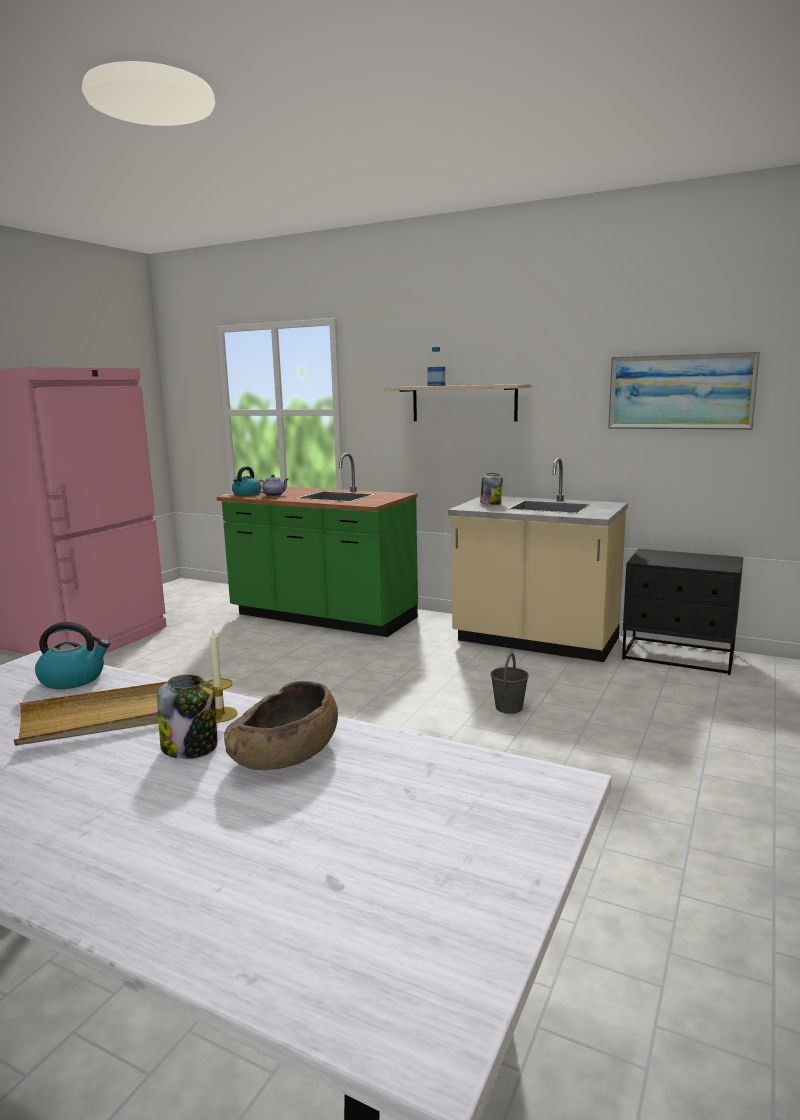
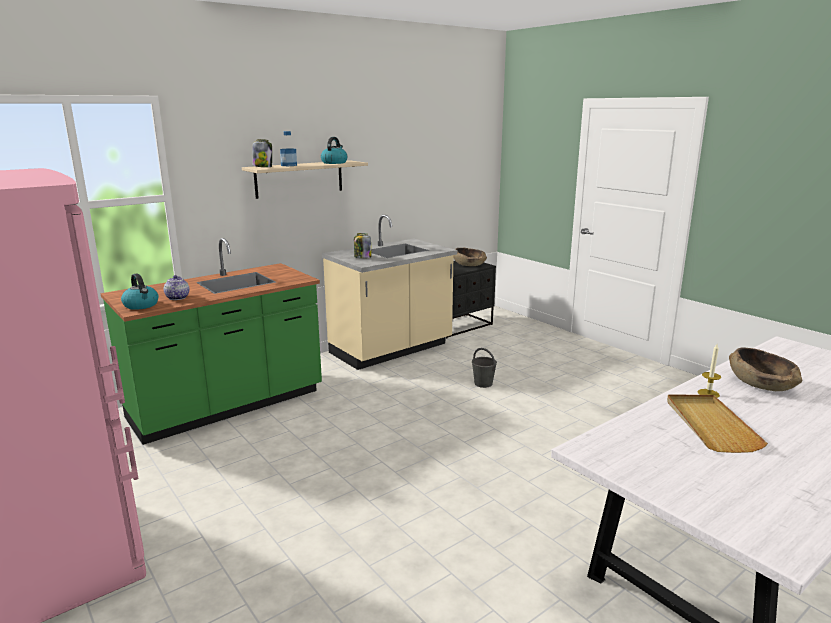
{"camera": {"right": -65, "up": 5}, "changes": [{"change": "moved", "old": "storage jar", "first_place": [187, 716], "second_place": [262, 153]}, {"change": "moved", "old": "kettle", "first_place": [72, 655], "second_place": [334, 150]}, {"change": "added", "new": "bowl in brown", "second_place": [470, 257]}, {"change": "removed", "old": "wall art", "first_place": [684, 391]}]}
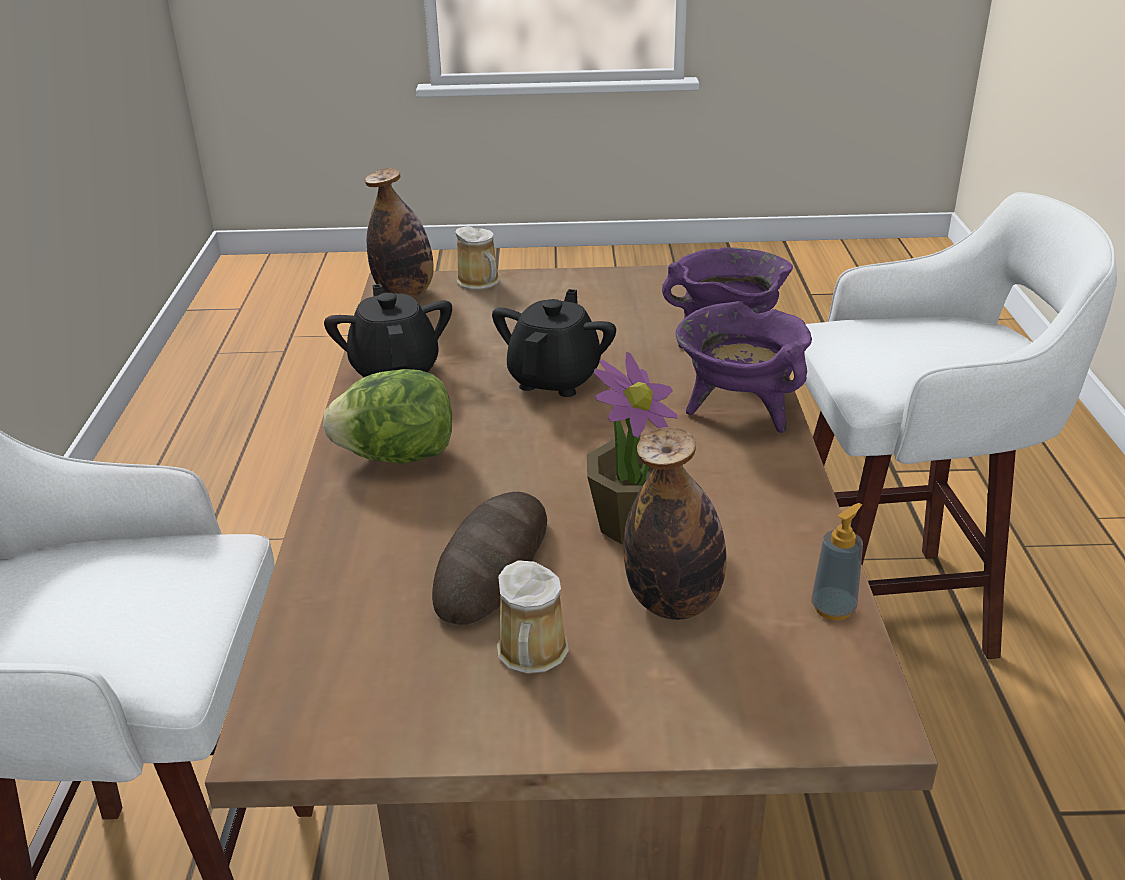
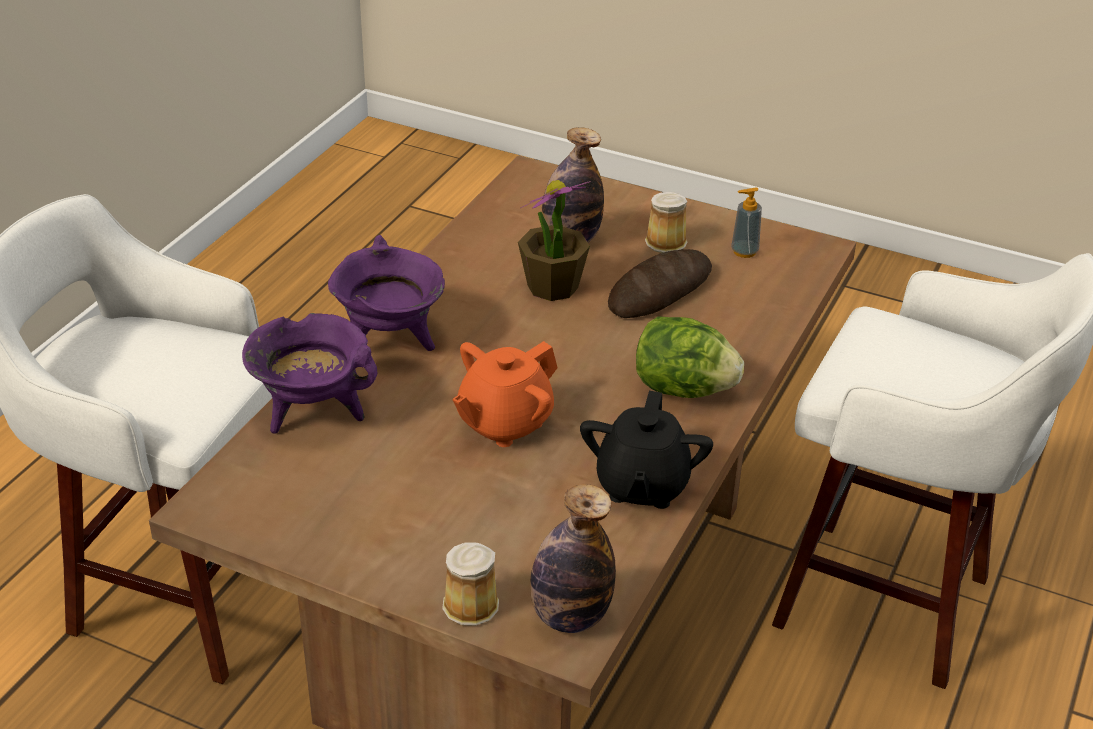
{"camera": {"right": -155, "up": 5}, "changes": [{"change": "recoloured", "old": "tea pot in blackish", "new": "tea pot in orangey", "first_place": [554, 343], "second_place": [505, 394]}, {"change": "moved", "old": "liquid soap bottle", "first_place": [837, 561], "second_place": [746, 222]}]}
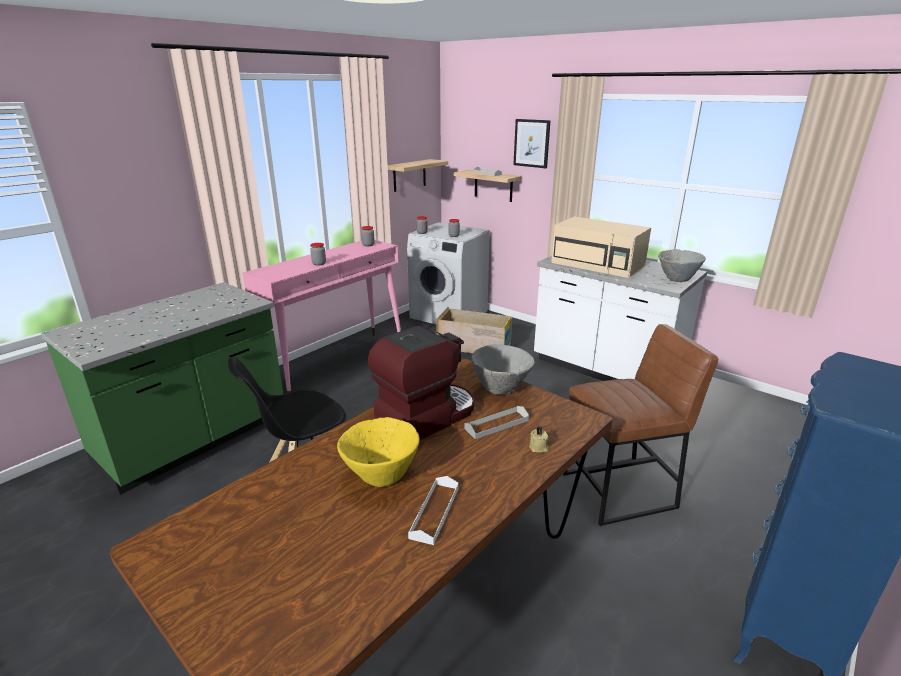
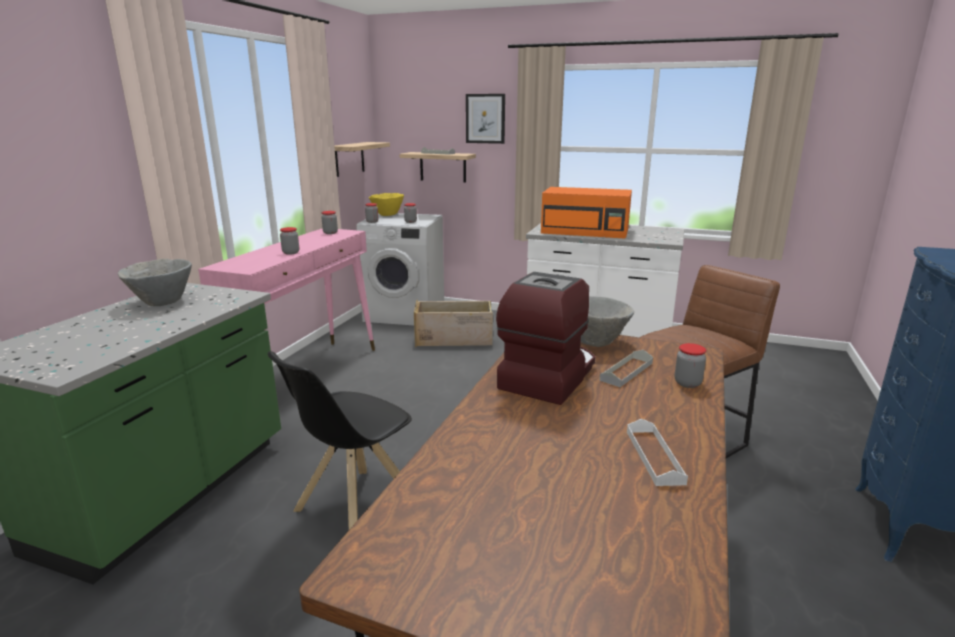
{"camera": {"right": -20, "up": -5}, "changes": [{"change": "moved", "old": "bowl in gray", "first_place": [682, 265], "second_place": [155, 282]}, {"change": "moved", "old": "bowl in yellow-coloured", "first_place": [378, 452], "second_place": [386, 204]}, {"change": "recoloured", "old": "kitchen microwave in beige-coloured", "new": "kitchen microwave in orangey", "first_place": [601, 247], "second_place": [586, 213]}, {"change": "replaced", "old": "candle in beige-coloured", "new": "storage jar", "first_place": [539, 439], "second_place": [690, 365]}]}
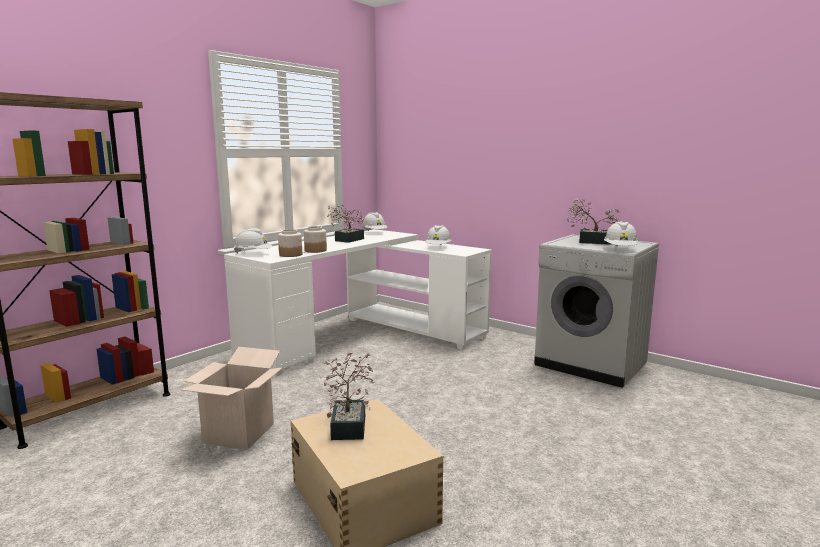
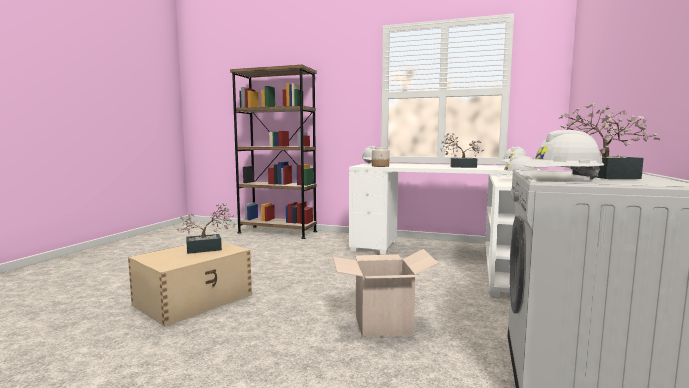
{"camera": {"right": 70, "up": -5}, "changes": [{"change": "moved", "old": "carton", "first_place": [231, 398], "second_place": [386, 293]}, {"change": "removed", "old": "storage jar", "first_place": [315, 239]}]}
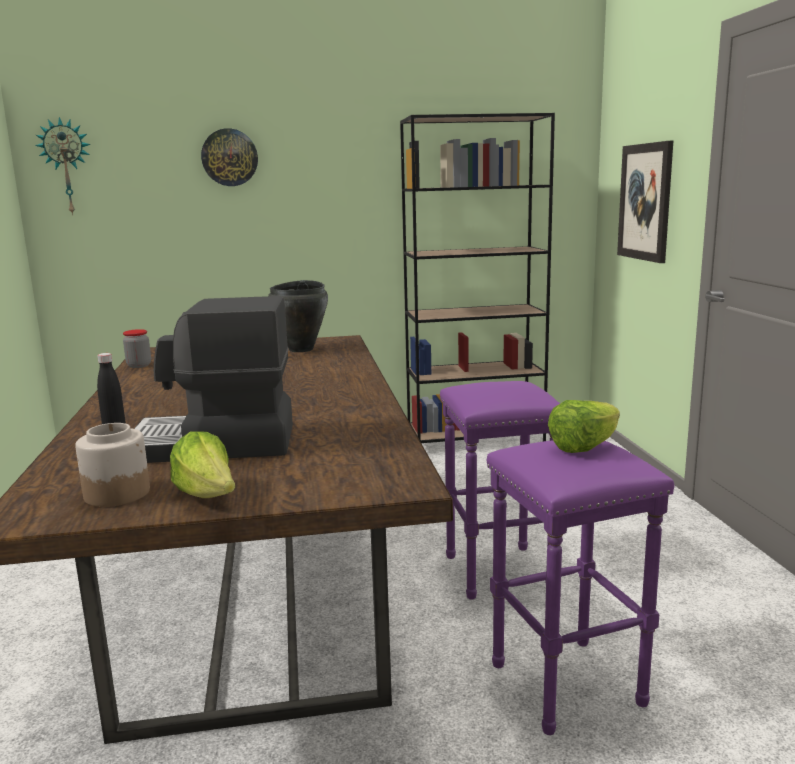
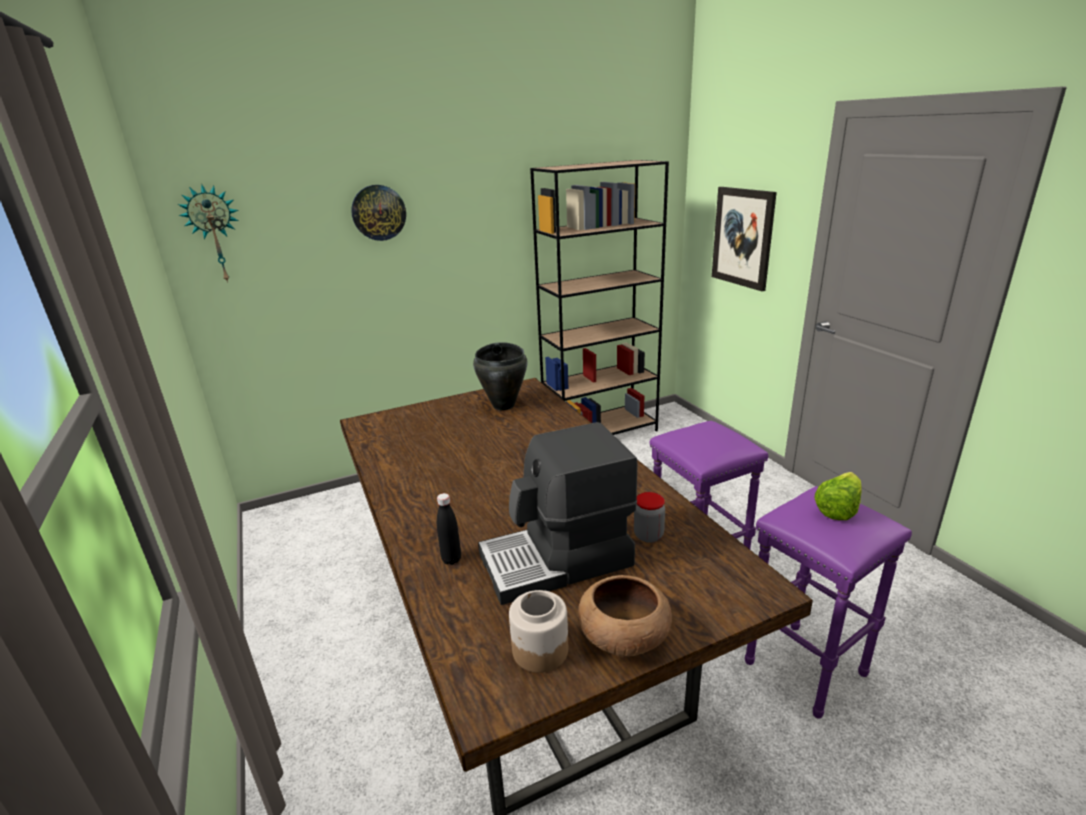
{"camera": {"right": -15, "up": 10}, "changes": [{"change": "replaced", "old": "lettuce", "new": "bowl in brown", "first_place": [202, 464], "second_place": [625, 616]}, {"change": "moved", "old": "storage jar", "first_place": [137, 348], "second_place": [649, 517]}]}
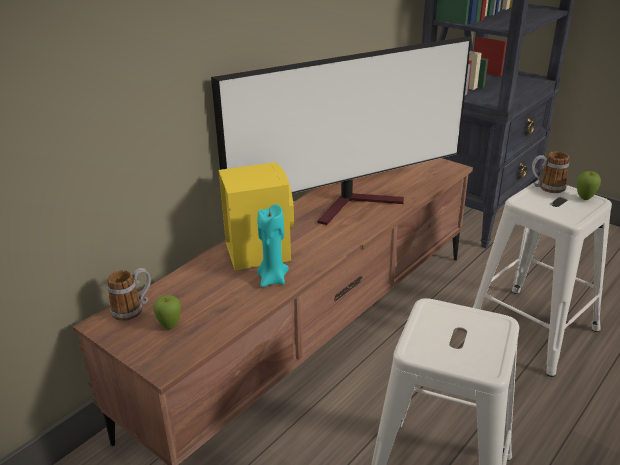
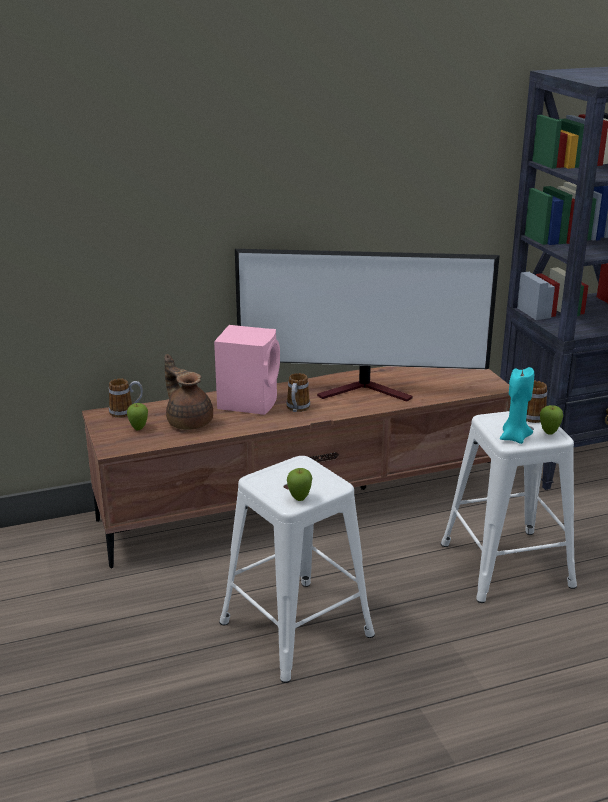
{"camera": {"right": 30, "up": -5}, "changes": [{"change": "added", "new": "tea pot in brown", "second_place": [189, 392]}, {"change": "recoloured", "old": "speaker in yellow-coloured", "new": "speaker in pinkish", "first_place": [256, 216], "second_place": [247, 370]}, {"change": "added", "new": "mug", "second_place": [298, 392]}, {"change": "added", "new": "whole apple", "second_place": [299, 484]}, {"change": "moved", "old": "candle in blue-green", "first_place": [273, 245], "second_place": [517, 405]}]}
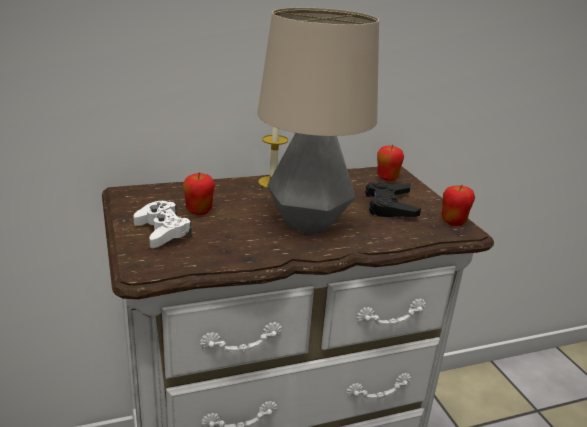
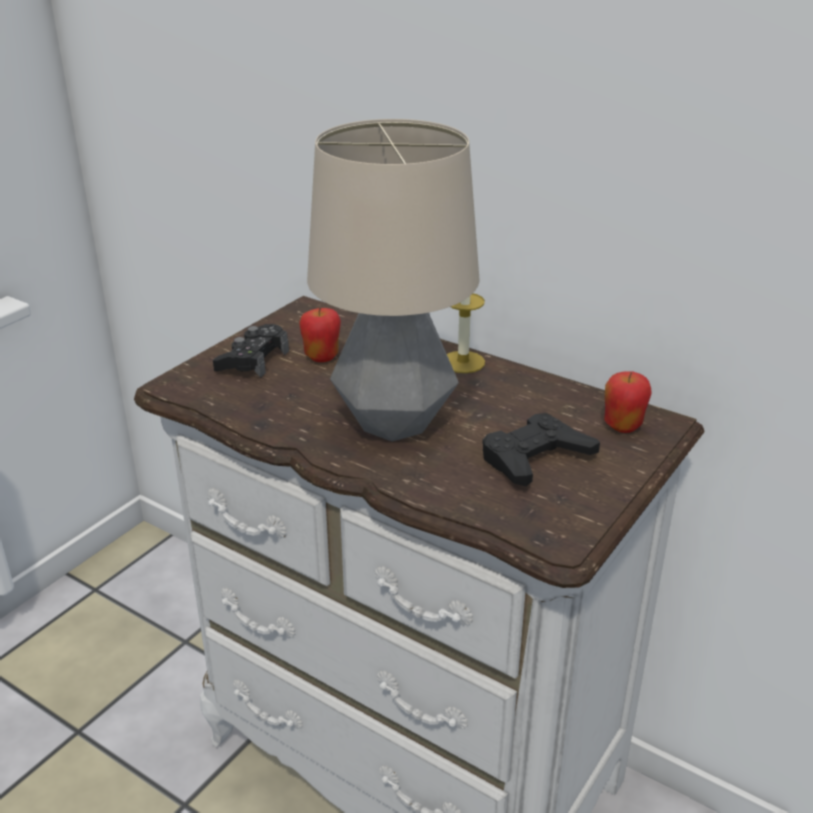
{"camera": {"right": 55, "up": 5}, "changes": [{"change": "recoloured", "old": "joypad in white", "new": "joypad in blackish", "first_place": [162, 224], "second_place": [251, 351]}, {"change": "removed", "old": "whole apple", "first_place": [458, 205]}]}
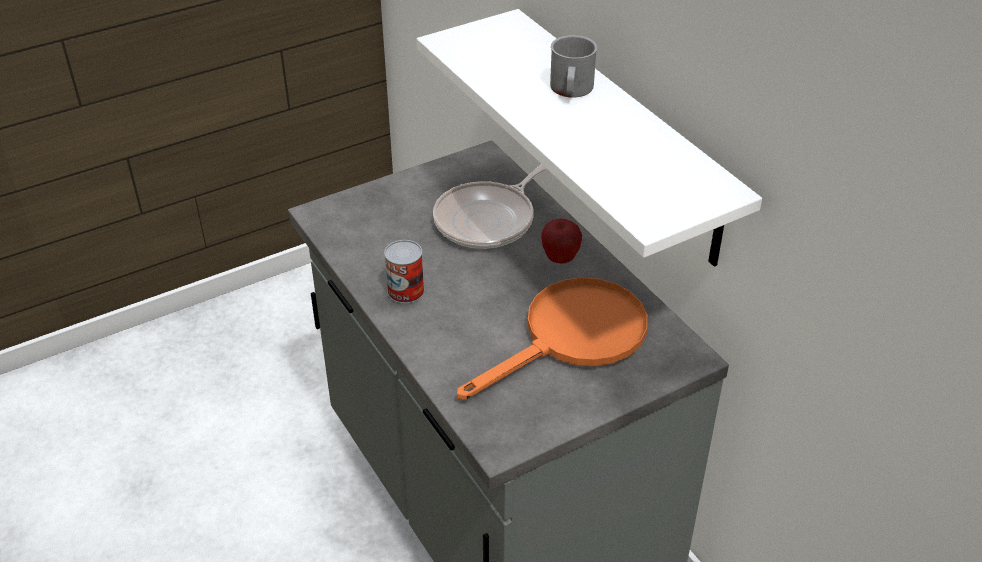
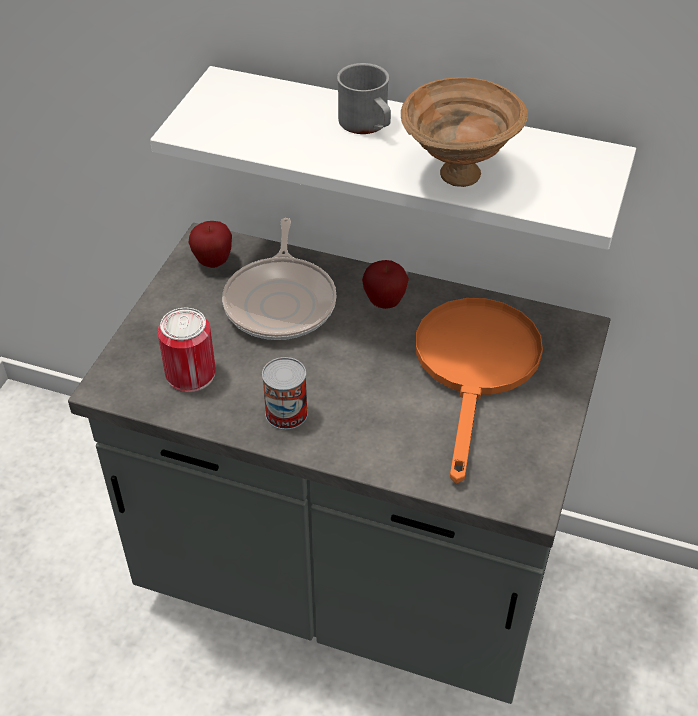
{"camera": {"right": -40, "up": 5}, "changes": [{"change": "added", "new": "can", "second_place": [186, 350]}, {"change": "added", "new": "whole apple", "second_place": [210, 244]}, {"change": "added", "new": "bowl in brown", "second_place": [464, 132]}]}
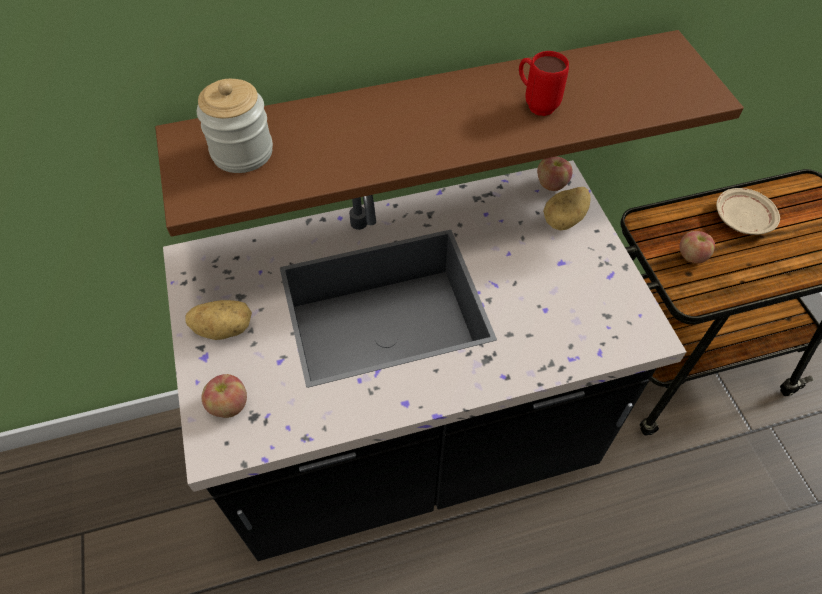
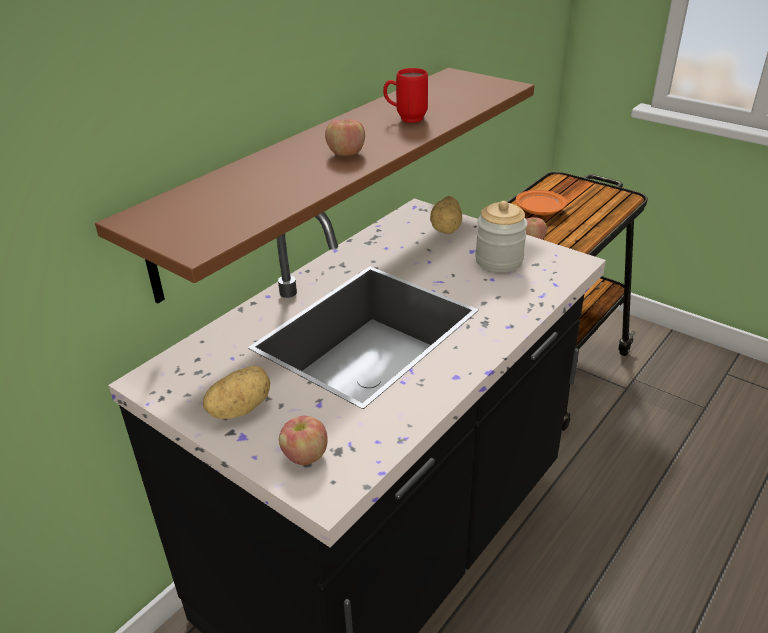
{"camera": {"right": -35, "up": -20}, "changes": [{"change": "moved", "old": "whole apple", "first_place": [555, 173], "second_place": [345, 137]}, {"change": "moved", "old": "storage jar", "first_place": [235, 126], "second_place": [501, 236]}, {"change": "recoloured", "old": "flat dish in beige-coloured", "new": "flat dish in orangey", "first_place": [748, 211], "second_place": [541, 202]}]}
